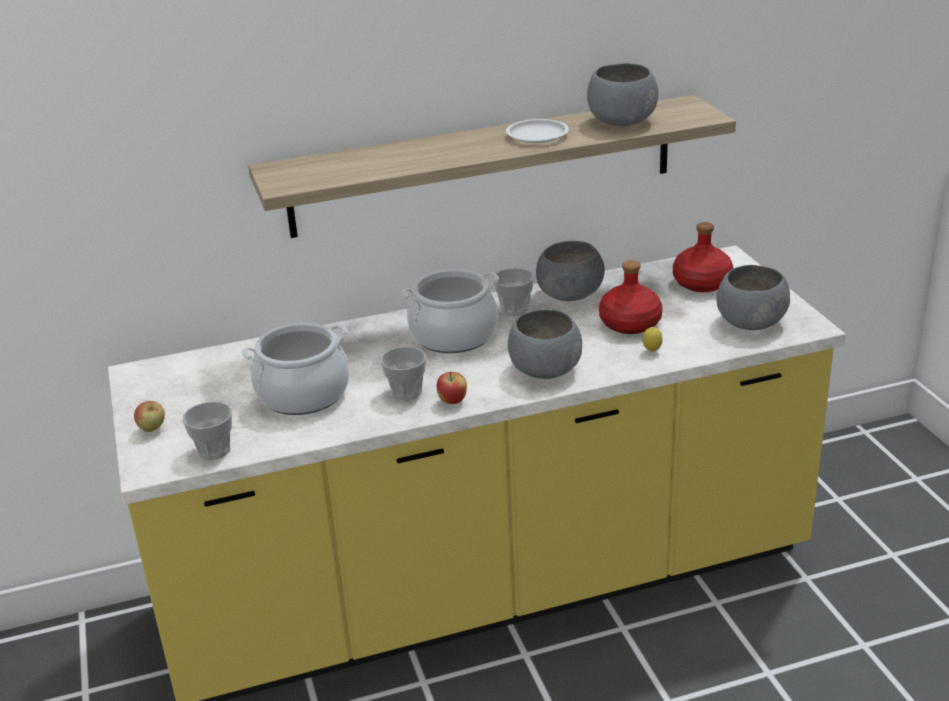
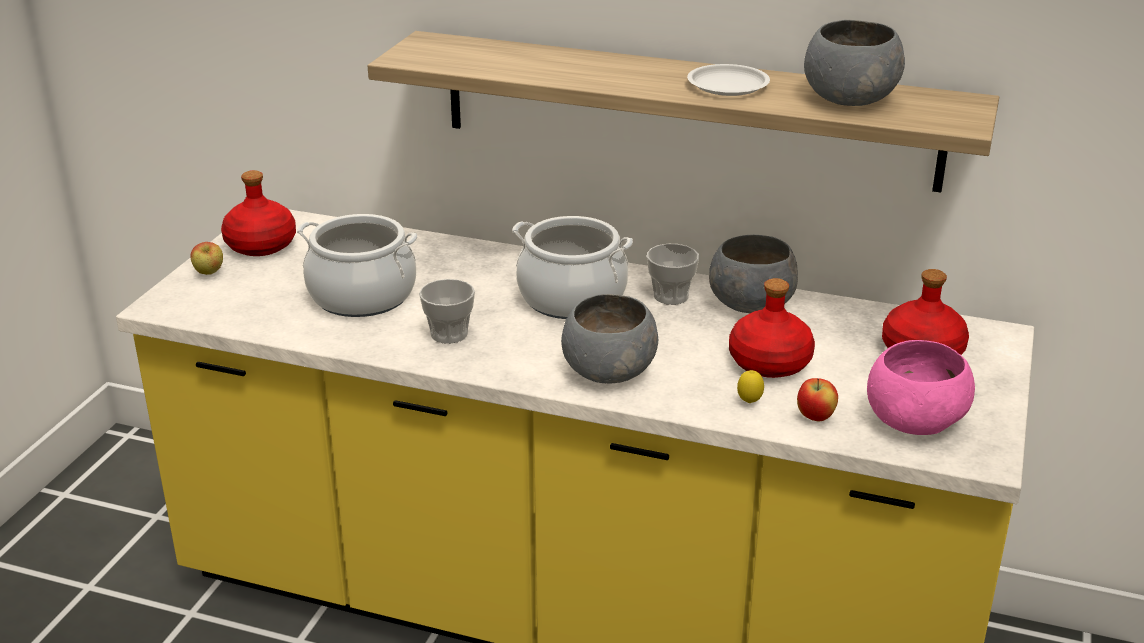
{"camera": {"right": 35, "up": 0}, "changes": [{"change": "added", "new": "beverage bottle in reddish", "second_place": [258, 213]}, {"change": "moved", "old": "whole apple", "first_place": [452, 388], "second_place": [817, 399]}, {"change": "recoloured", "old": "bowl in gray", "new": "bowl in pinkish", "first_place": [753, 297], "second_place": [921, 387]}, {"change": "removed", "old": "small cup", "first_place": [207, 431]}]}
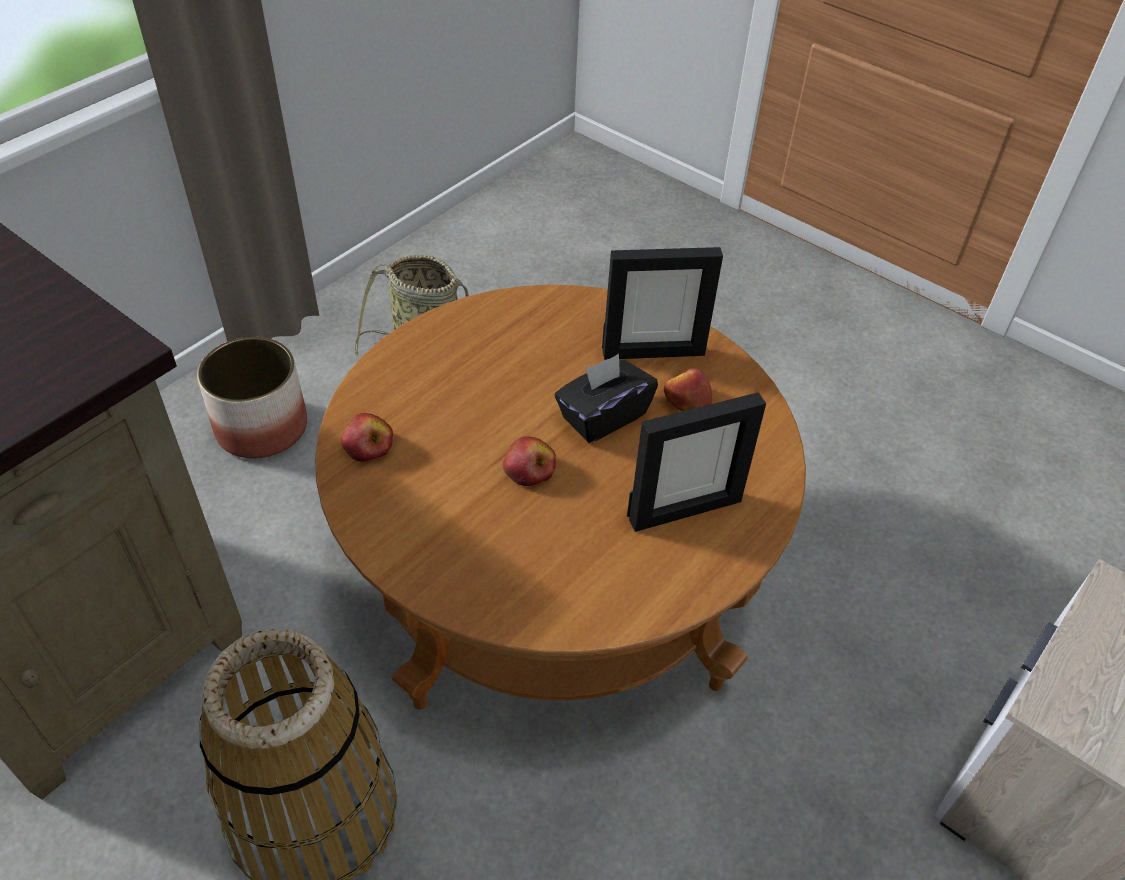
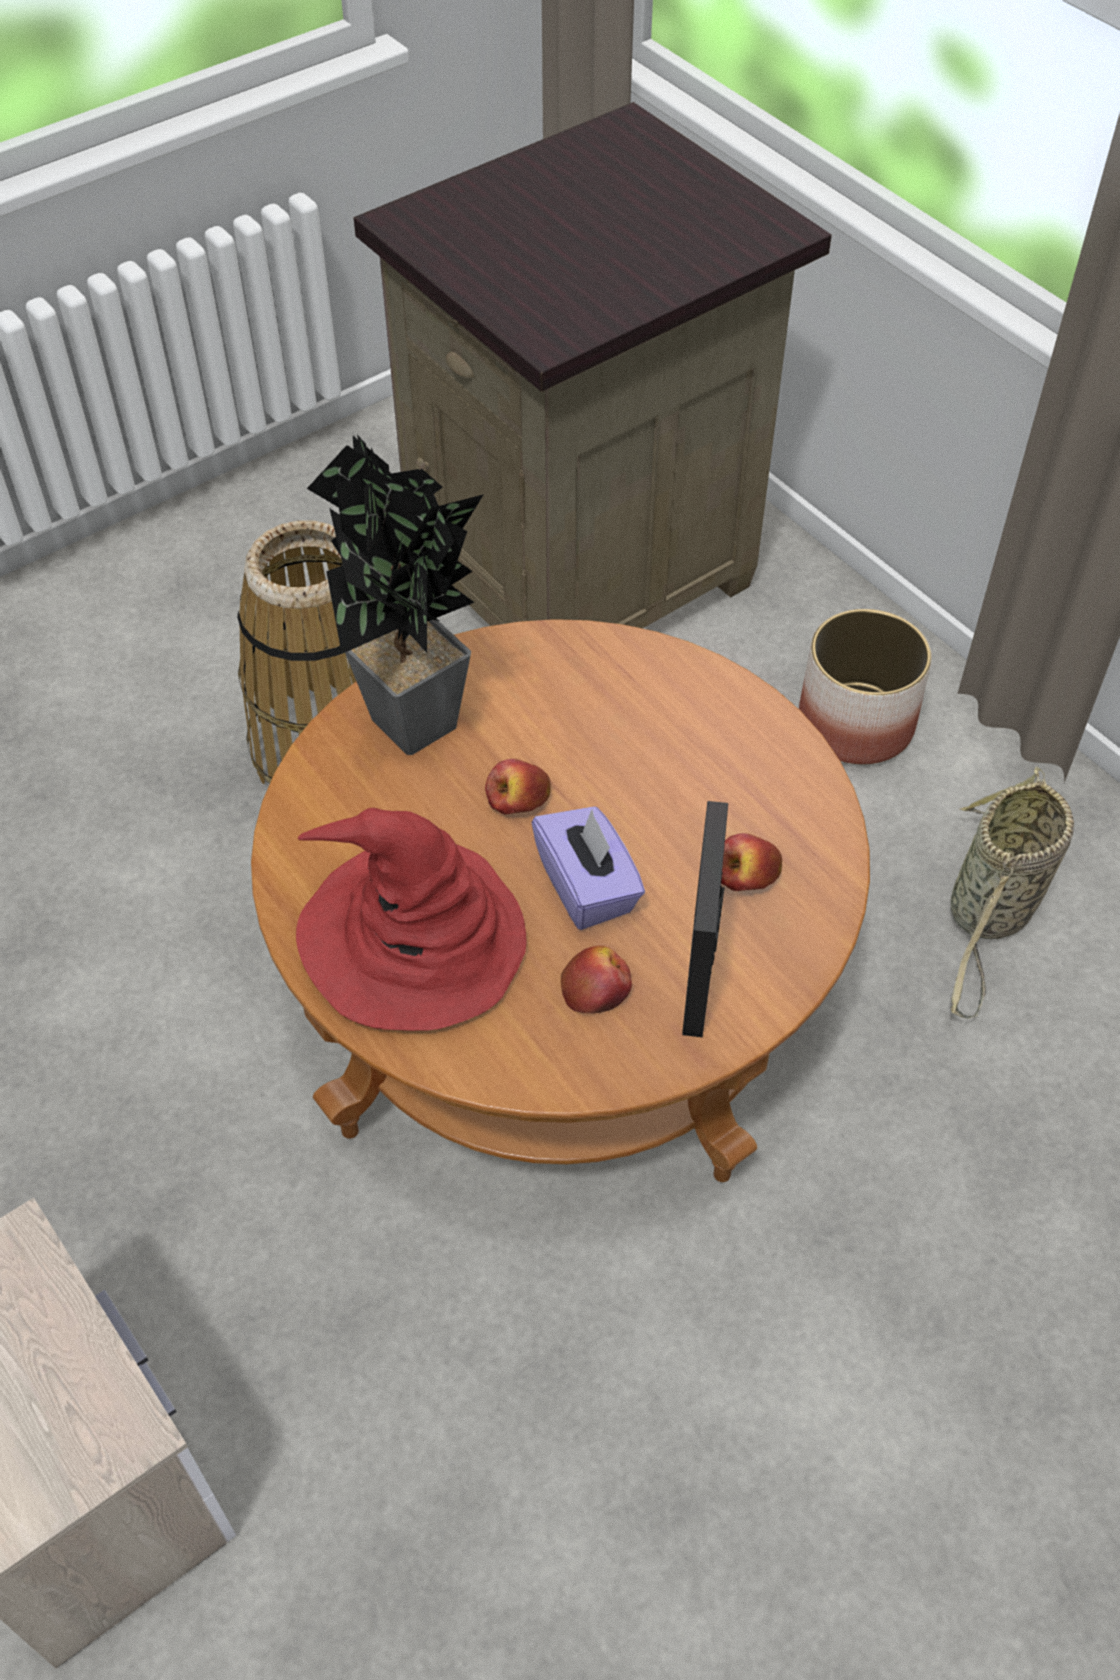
{"camera": {"right": 105, "up": 5}, "changes": [{"change": "replaced", "old": "photo frame", "new": "wearable hat in reddish", "first_place": [696, 462], "second_place": [411, 919]}, {"change": "added", "new": "potted plant", "second_place": [395, 595]}, {"change": "recoloured", "old": "box of tissues in blackish", "new": "box of tissues in purple-coloured", "first_place": [606, 398], "second_place": [588, 868]}, {"change": "moved", "old": "whole apple", "first_place": [367, 437], "second_place": [751, 862]}]}
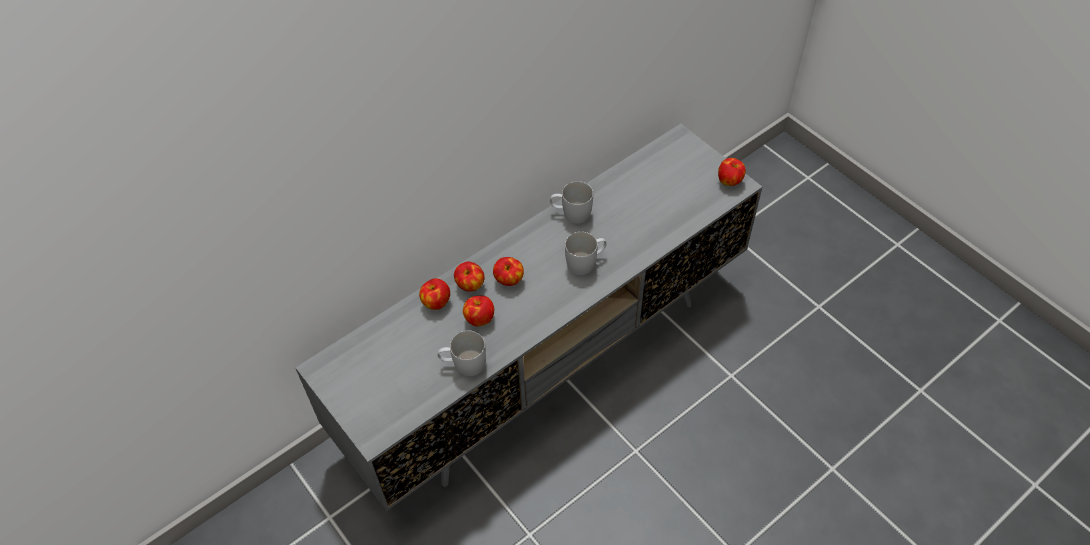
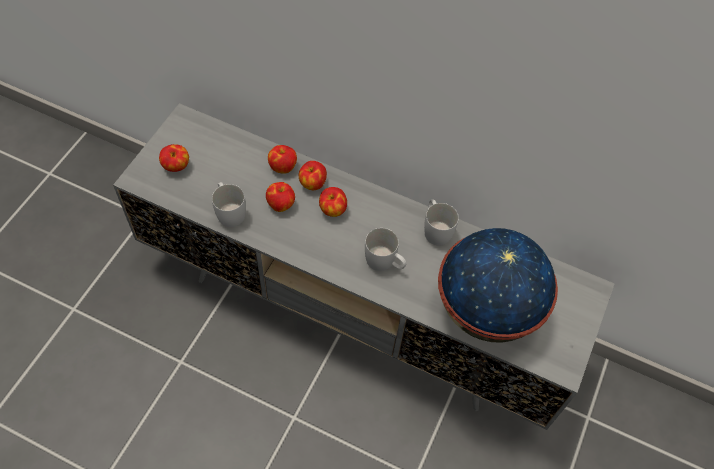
{"camera": {"right": 60, "up": 5}, "changes": [{"change": "moved", "old": "whole apple", "first_place": [732, 172], "second_place": [174, 158]}, {"change": "added", "new": "world globe", "second_place": [498, 285]}]}
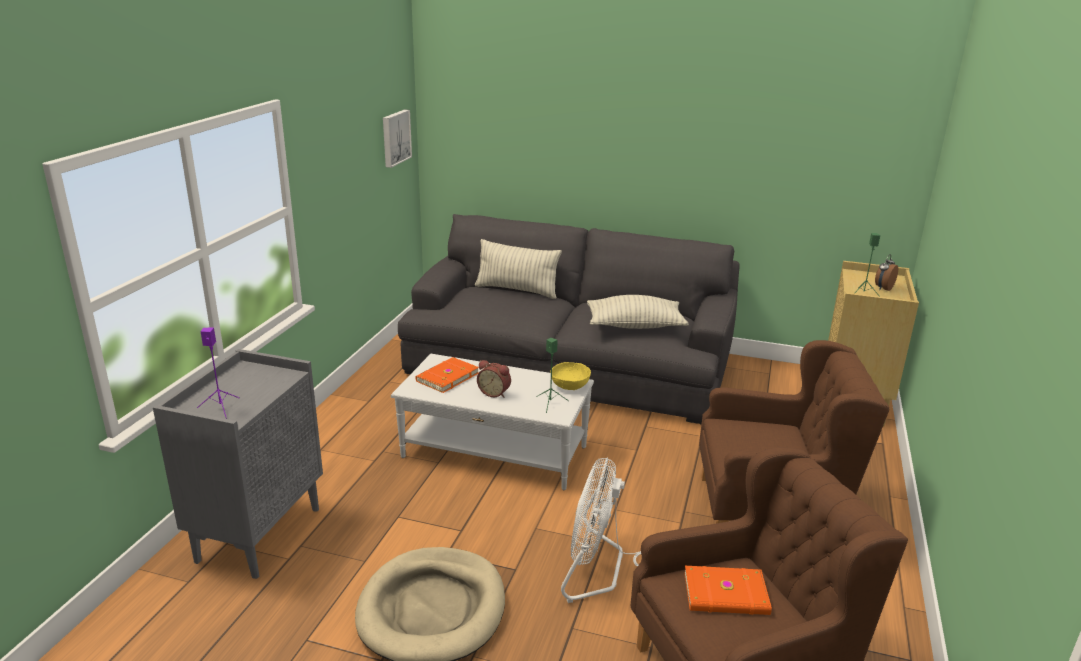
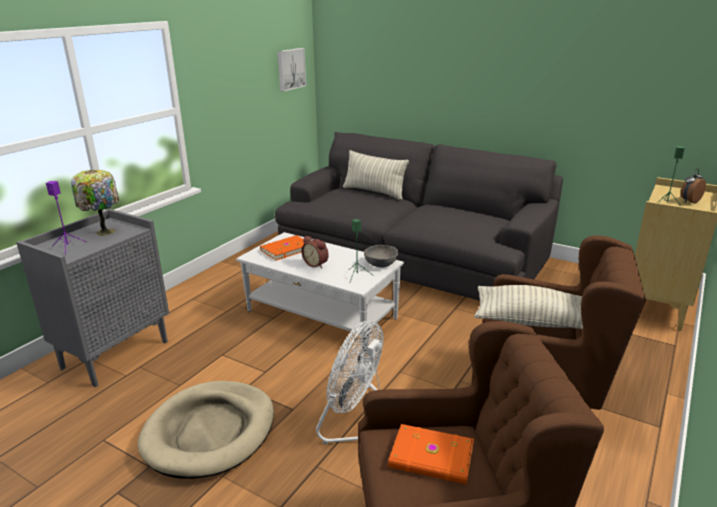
{"camera": {"right": 15, "up": 0}, "changes": [{"change": "added", "new": "tabletop lamp", "second_place": [95, 203]}, {"change": "recoloured", "old": "bowl in yellow-coloured", "new": "bowl in gray", "first_place": [570, 376], "second_place": [381, 256]}, {"change": "moved", "old": "throw pillow", "first_place": [638, 312], "second_place": [528, 307]}]}
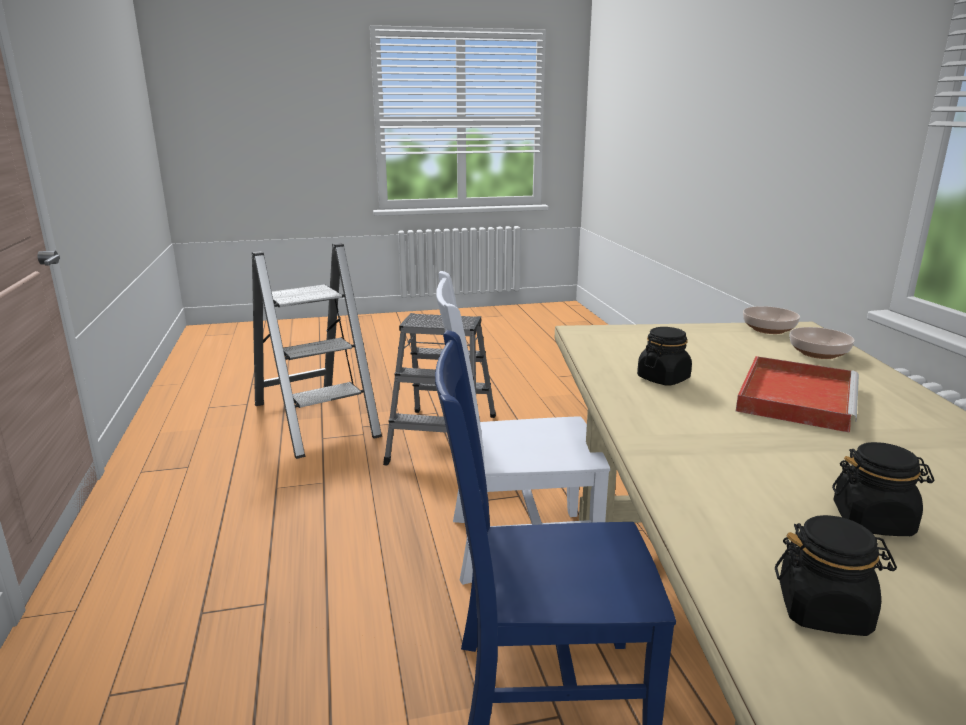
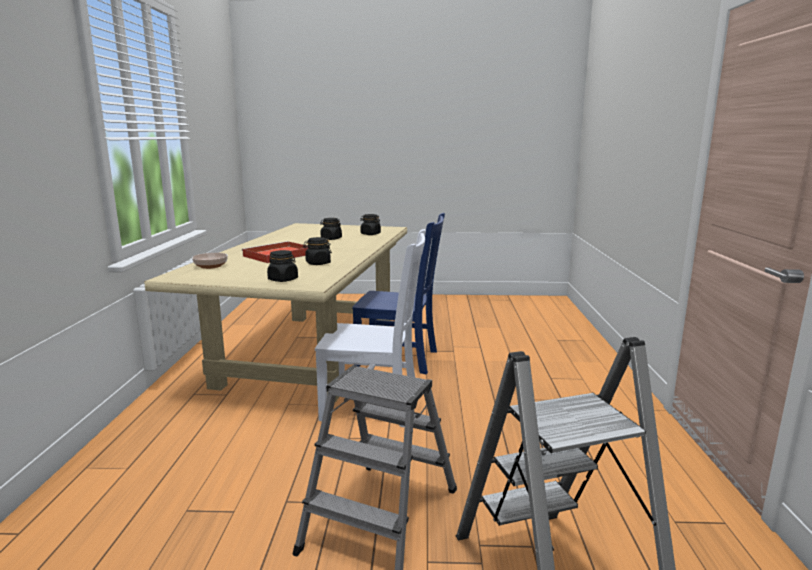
{"camera": {"right": -165, "up": -5}, "changes": [{"change": "added", "new": "storage jar in blackish", "second_place": [282, 266]}, {"change": "removed", "old": "bowl", "first_place": [771, 320]}]}
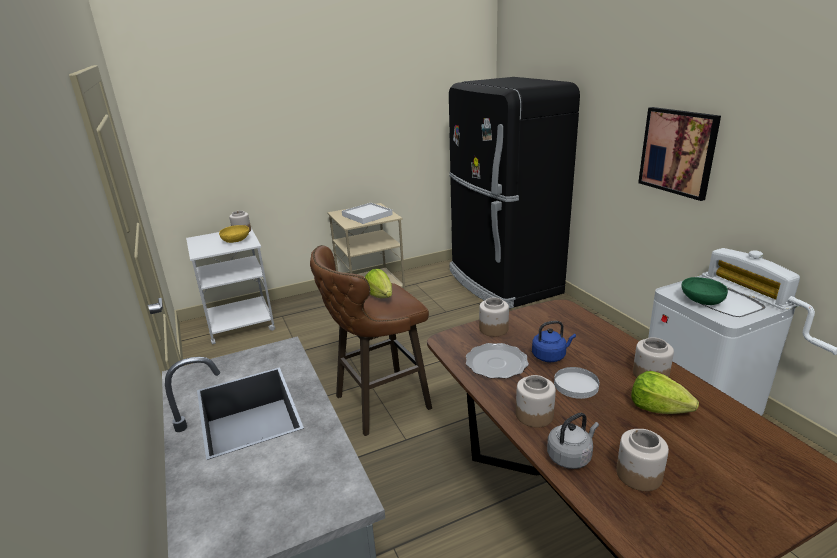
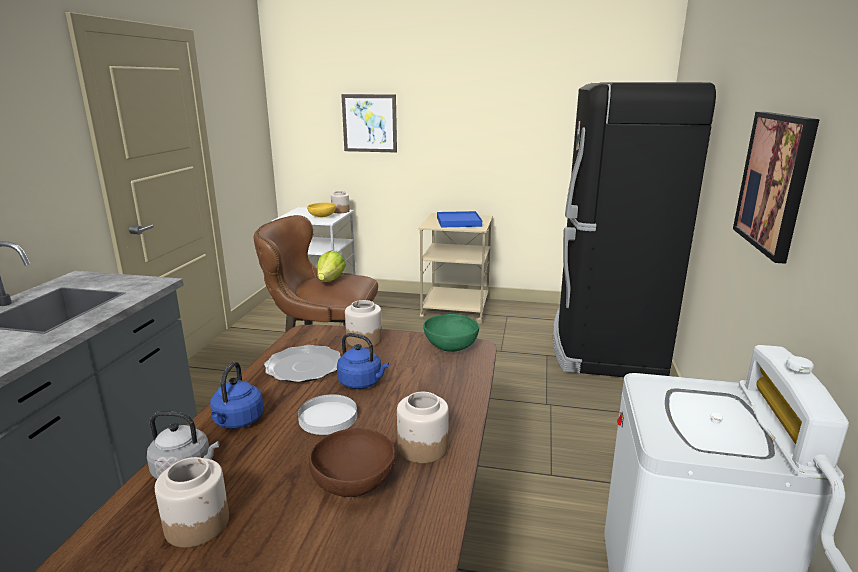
{"camera": {"right": 35, "up": -5}, "changes": [{"change": "replaced", "old": "storage jar", "new": "kettle in blue", "first_place": [536, 401], "second_place": [237, 395]}, {"change": "replaced", "old": "lettuce", "new": "bowl in brown", "first_place": [665, 392], "second_place": [352, 462]}, {"change": "added", "new": "wall art", "second_place": [369, 123]}, {"change": "moved", "old": "bowl in green", "first_place": [705, 291], "second_place": [451, 333]}, {"change": "recoloured", "old": "serving tray in white", "new": "serving tray in blue", "first_place": [367, 213], "second_place": [459, 219]}]}
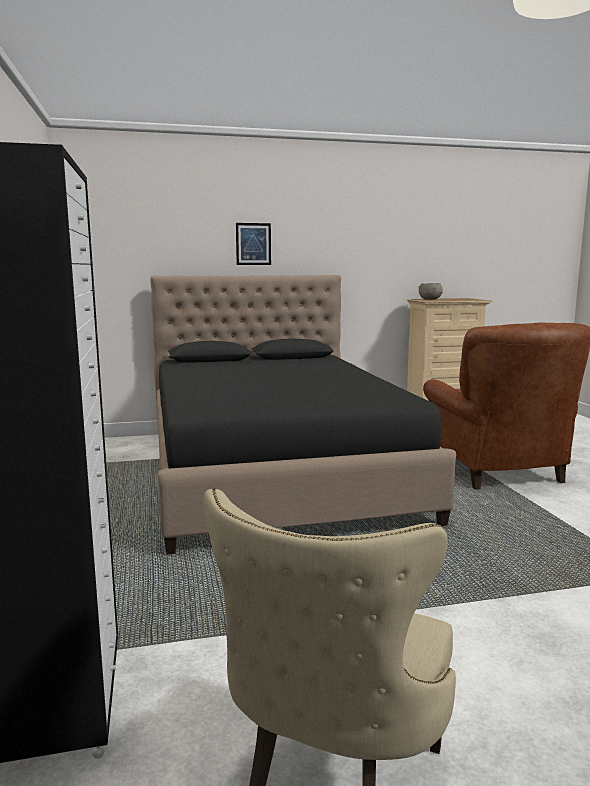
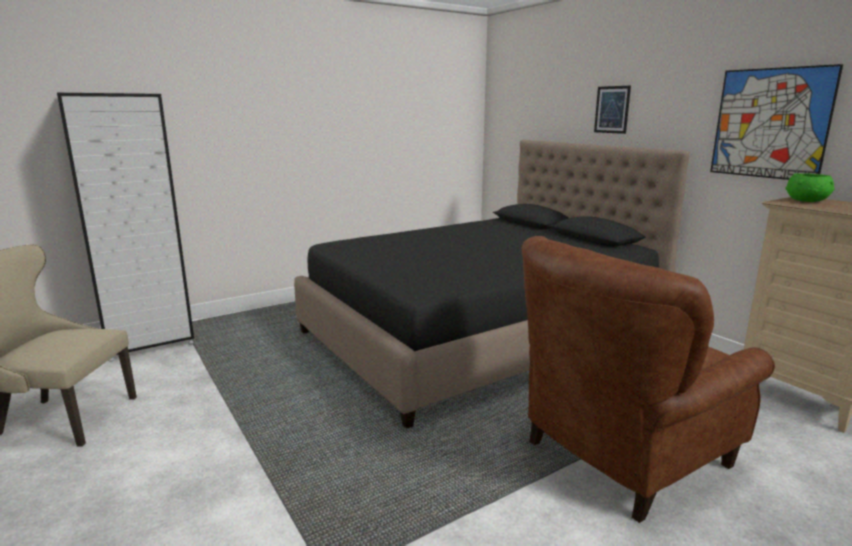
{"camera": {"right": 70, "up": 5}, "changes": [{"change": "added", "new": "wall art", "second_place": [776, 122]}, {"change": "recoloured", "old": "bowl in gray", "new": "bowl in green", "first_place": [430, 291], "second_place": [810, 187]}]}
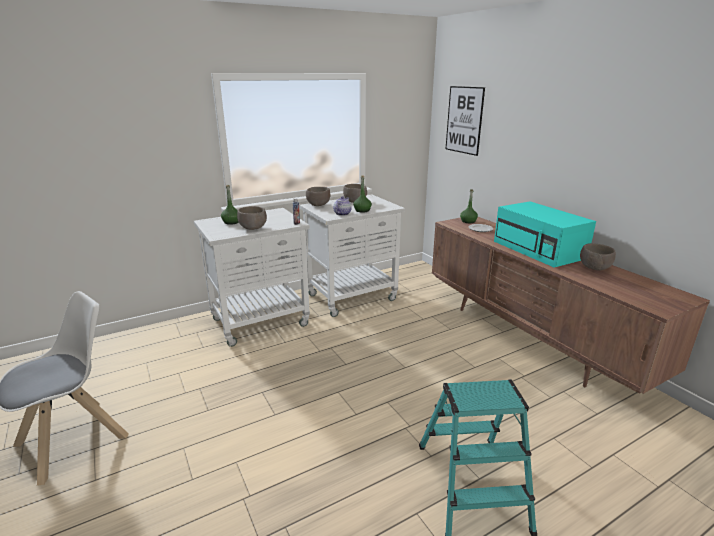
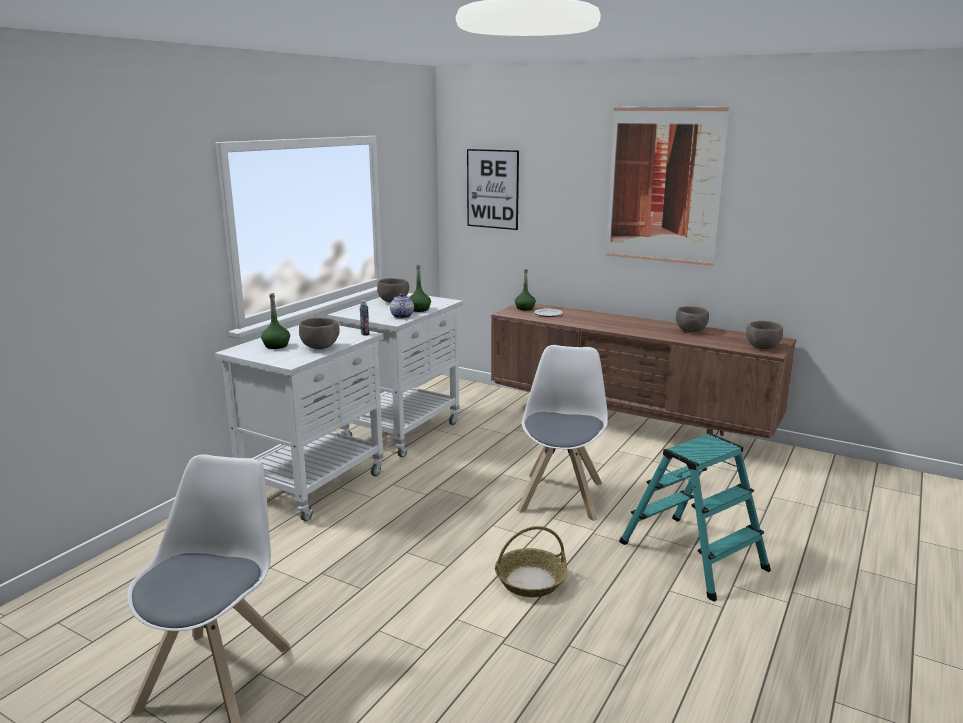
{"camera": {"right": -30, "up": -5}, "changes": [{"change": "added", "new": "household basket", "second_place": [531, 561]}, {"change": "added", "new": "chair", "second_place": [562, 433]}, {"change": "added", "new": "wall art", "second_place": [667, 186]}, {"change": "moved", "old": "bowl in brown", "first_place": [318, 196], "second_place": [764, 335]}, {"change": "removed", "old": "kitchen microwave in blue-green", "first_place": [545, 234]}]}
